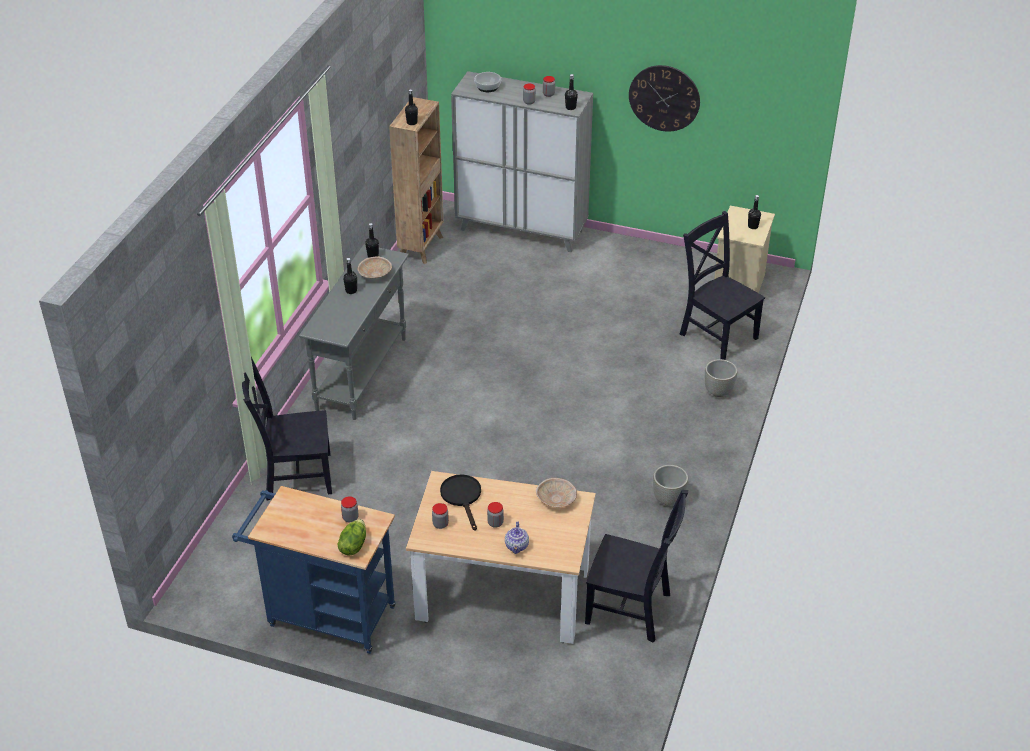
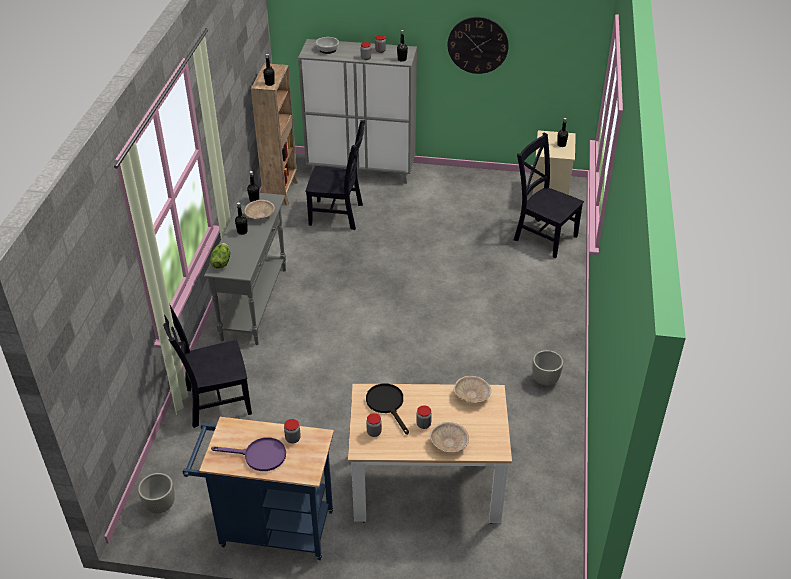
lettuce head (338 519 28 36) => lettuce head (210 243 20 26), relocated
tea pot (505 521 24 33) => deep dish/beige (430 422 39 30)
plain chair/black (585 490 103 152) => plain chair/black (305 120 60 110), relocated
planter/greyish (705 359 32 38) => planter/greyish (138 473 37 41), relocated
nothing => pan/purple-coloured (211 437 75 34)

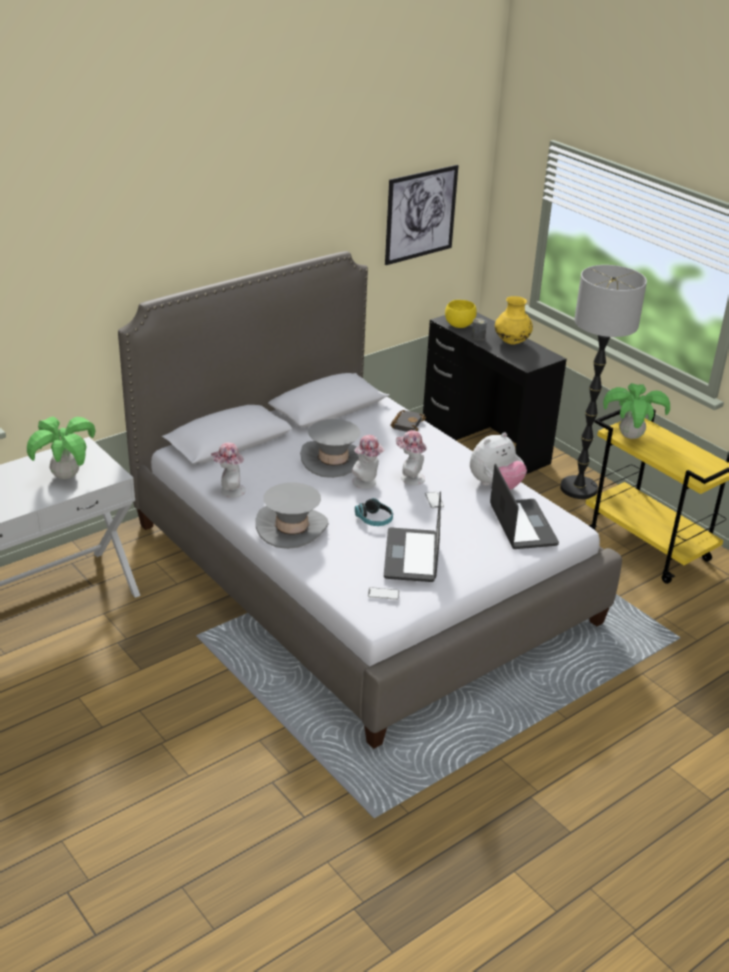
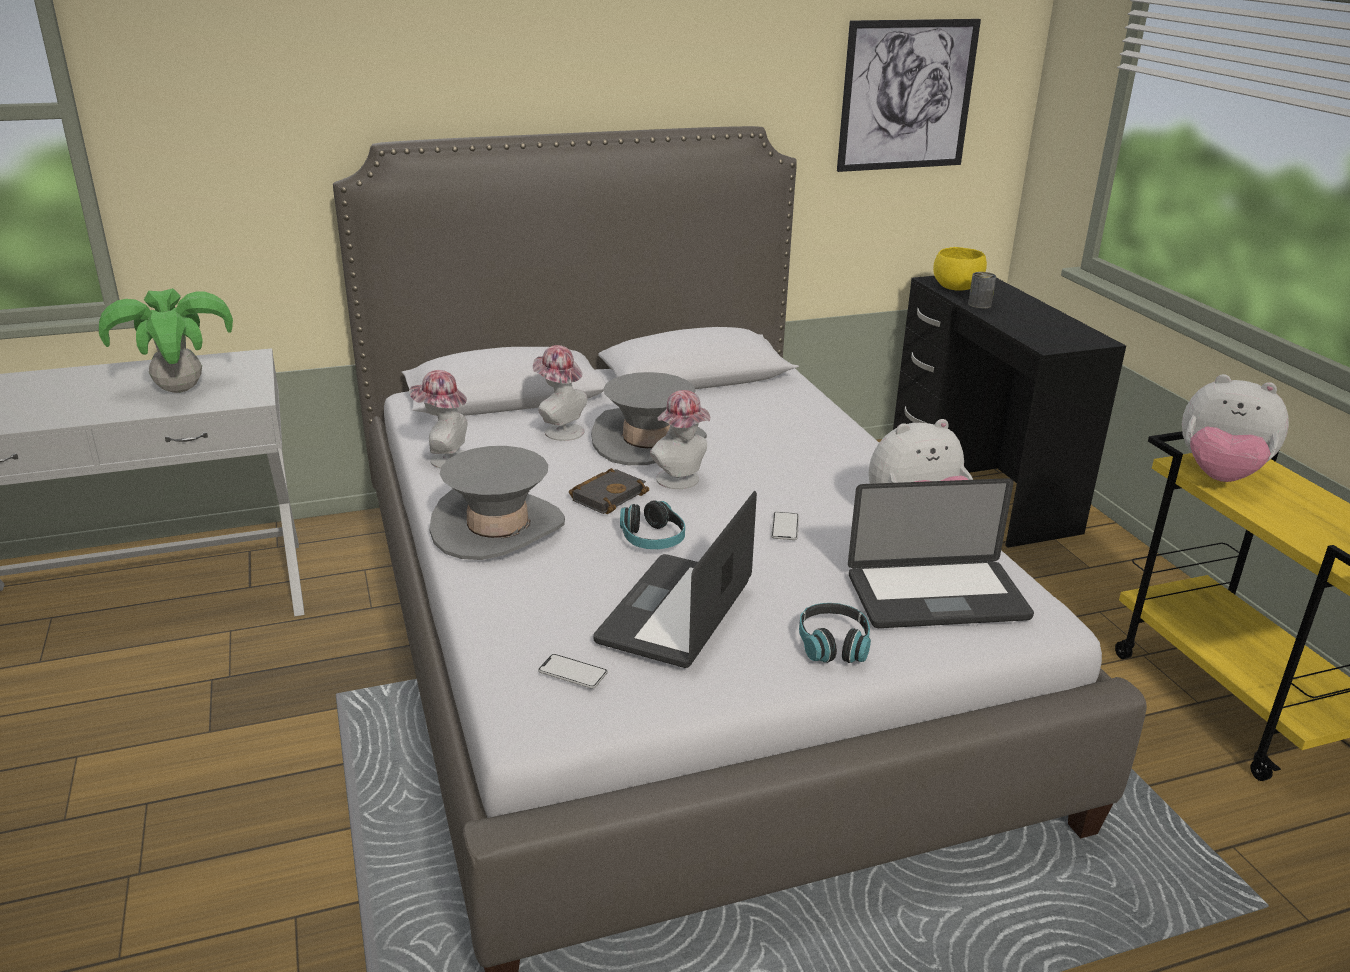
book/black (390 410 36 22) => book/black (569 468 80 46), relocated
clothing hat (396 430 31 55) => clothing hat (533 345 55 96), relocated
portable computer (490 463 69 86) => portable computer (848 478 186 150), 75 degrees clockwise
vase/yellow (495 296 38 49) => nothing
floor lamp (560 265 87 234) => nothing
houseplant (603 383 67 56) => plush toy (1182 374 107 108)
nothing => headset (799 603 72 60)

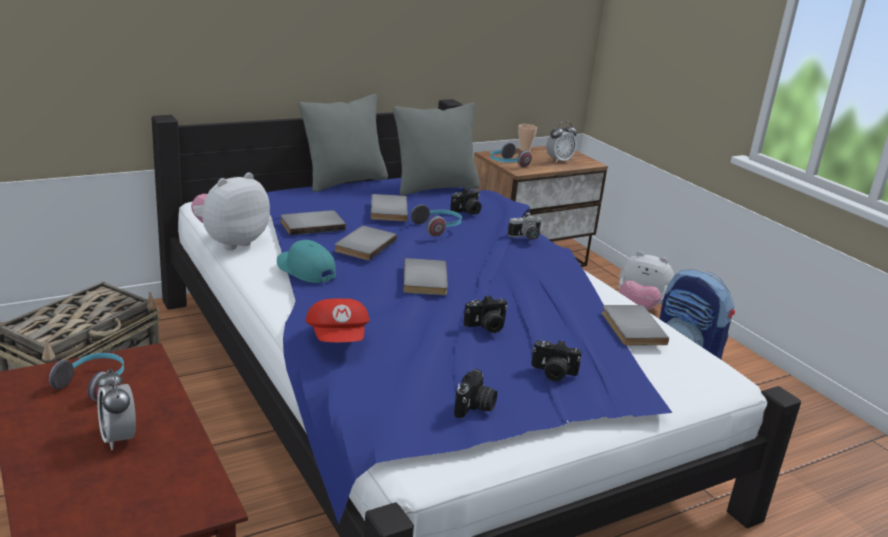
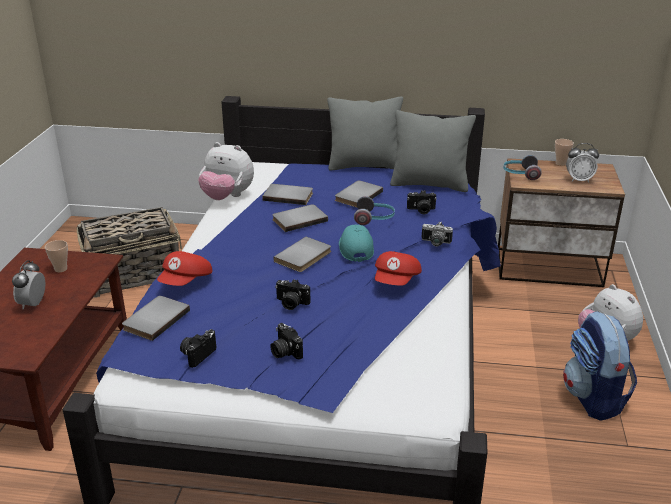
headset (49 353 75 48) => drinking cup (45 240 23 32)
plush toy (191 173 79 77) => plush toy (198 142 56 58), 150 degrees counterclockwise
cap/blue-green (277 240 59 43) => cap/blue-green (339 225 35 37), relocated
still camera (454 369 43 49) => still camera (180 329 36 39), 150 degrees clockwise
book/greyish (602 305 67 41) => book/greyish (122 296 68 45), relocated
nothing => cap/red (375 251 47 35)

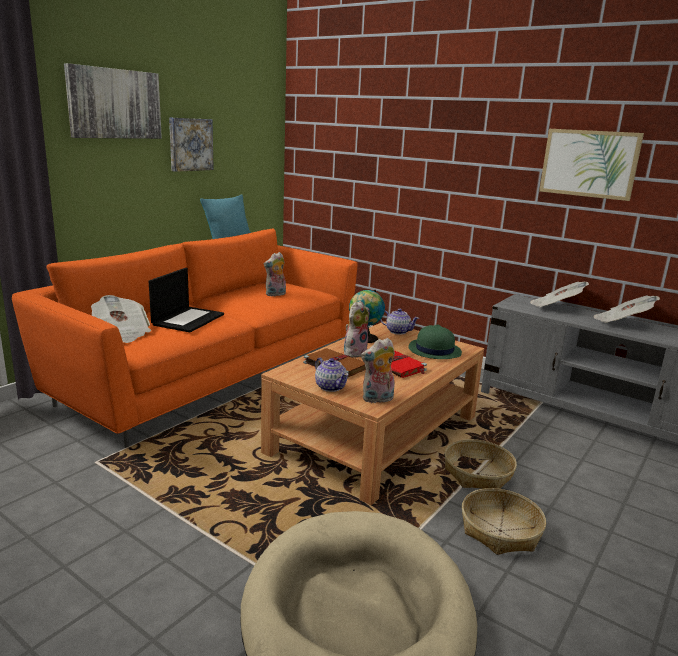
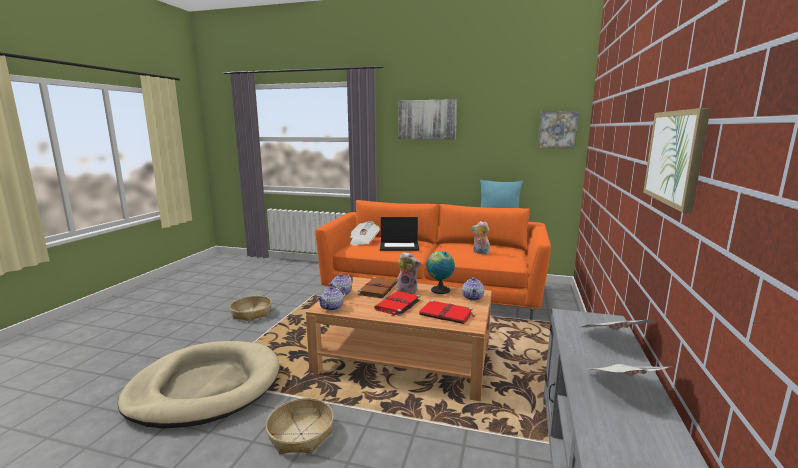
picture (169 117 45 55) => picture (538 111 41 38), relocated
plush toy (361 338 34 65) => tea pot (317 286 29 25)
clothing hat/green (408 324 54 35) => book/red (419 300 55 24)
household basket (445 439 72 50) => household basket (229 296 43 26), relocated

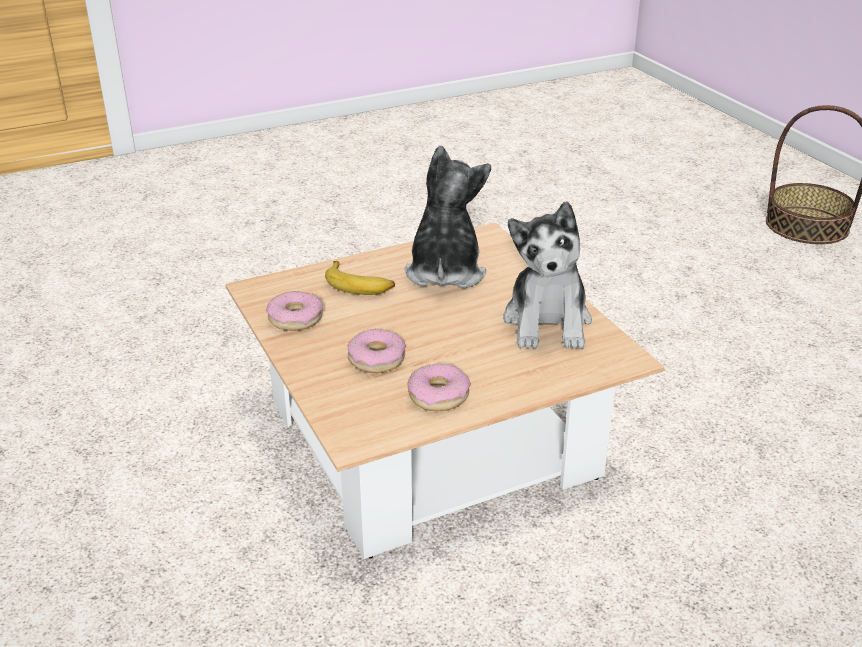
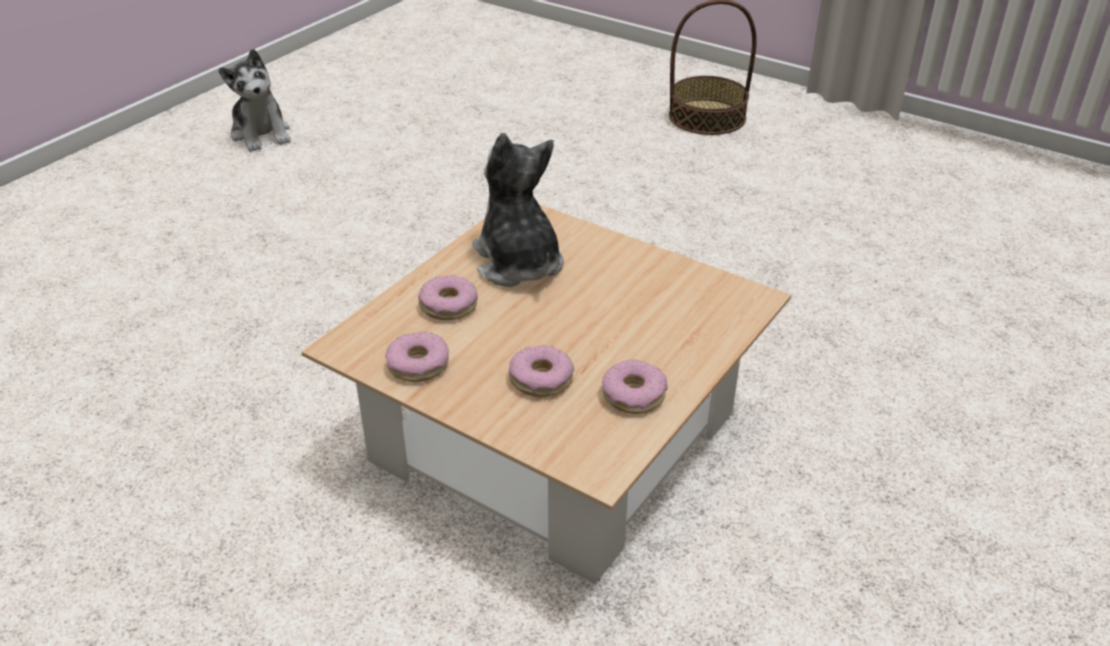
banana (325 261 70 34) => donut (418 275 60 45)
plush toy (503 201 89 148) => plush toy (218 49 73 103), relocated

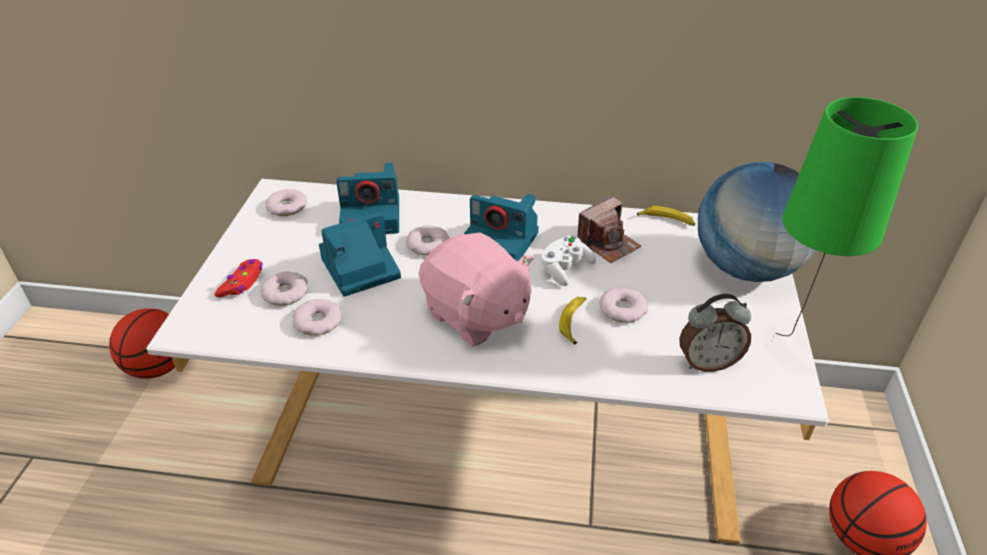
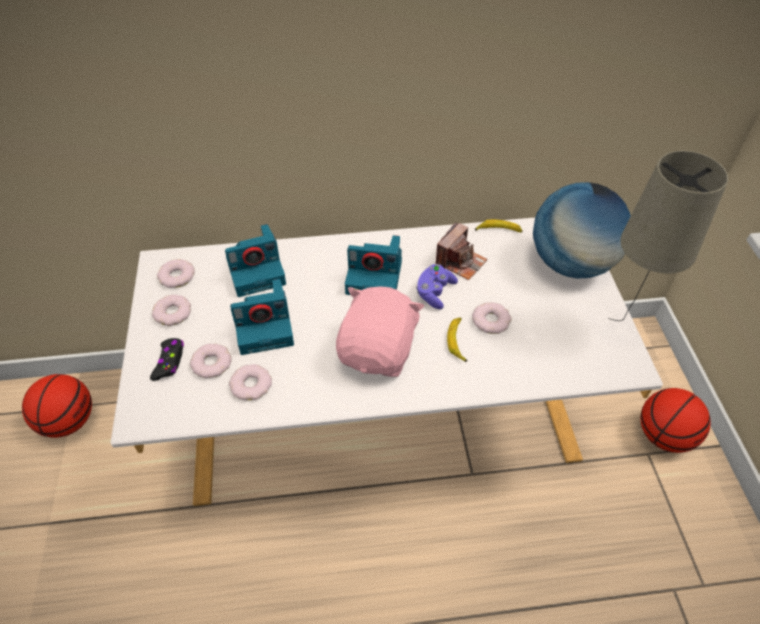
joypad/red (214 259 49 39) => joypad/black (150 338 34 43)
still camera (319 212 82 85) => still camera (230 279 64 76), 150 degrees counterclockwise
donut (406 225 43 31) => donut (152 295 39 31), relocated
plush toy/pink-coloured (419 232 115 114) => plush toy/pink-coloured (336 286 88 91), 105 degrees counterclockwise
joypad/white (541 236 55 50) => joypad/purple-coloured (416 264 42 45)
table clock (679 294 72 78) => nothing
lamp for a table/green (776 97 142 239) => lamp for a table/beige (608 151 120 170)

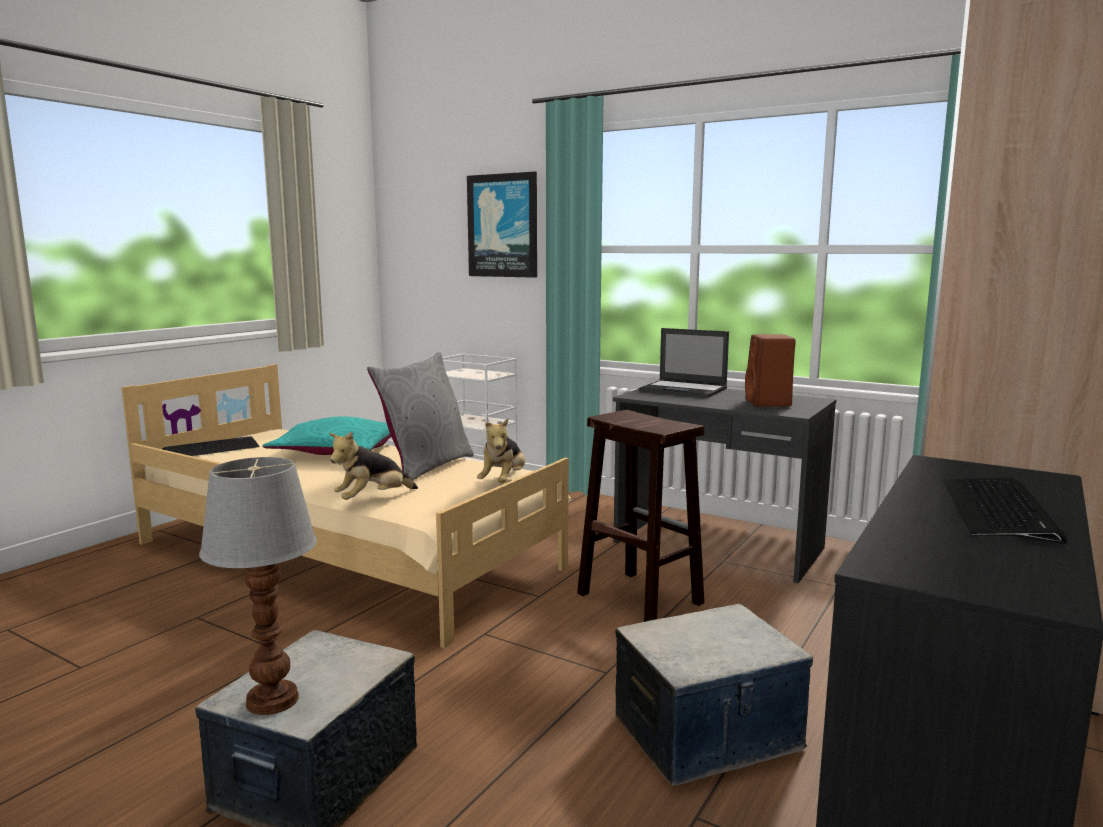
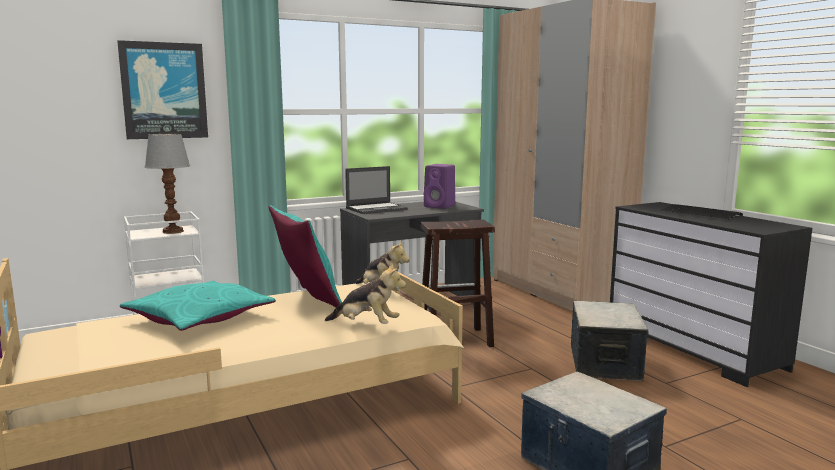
keyboard (162 436 97 20) => nothing
lamp for a table (199 457 118 258) => lamp for a table (144 134 46 100), relocated
plush toy (329 431 89 69) => plush toy (325 262 81 62), 60 degrees counterclockwise
throw pillow/greyish (367 352 107 129) => throw pillow/blue-green (268 205 74 102)
speaker/brownish (745 334 51 73) => speaker/purple-coloured (424 164 31 45)

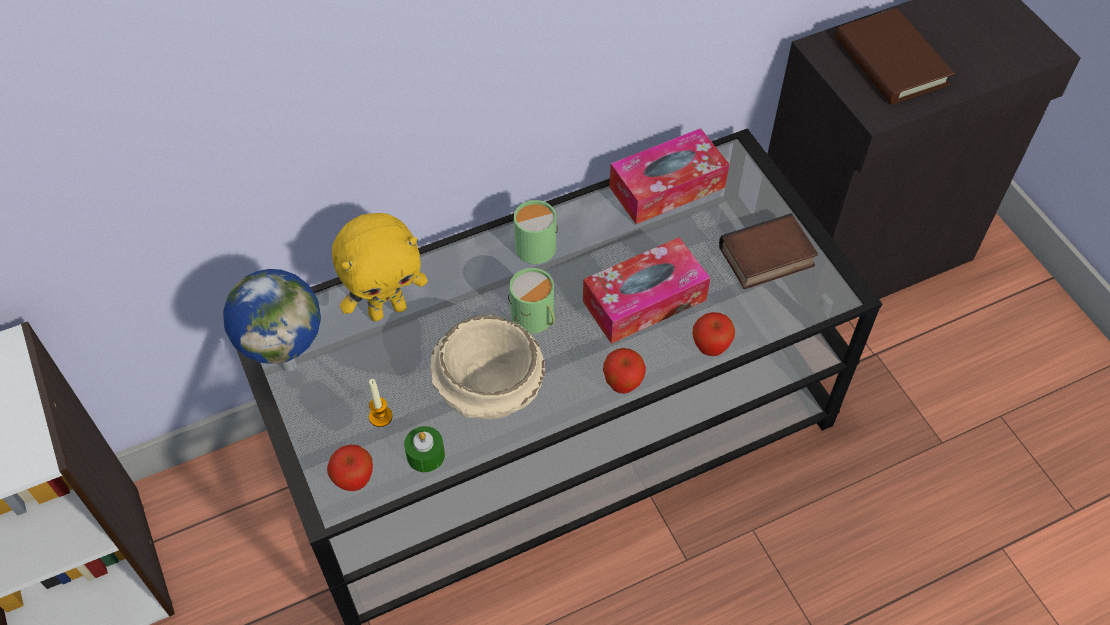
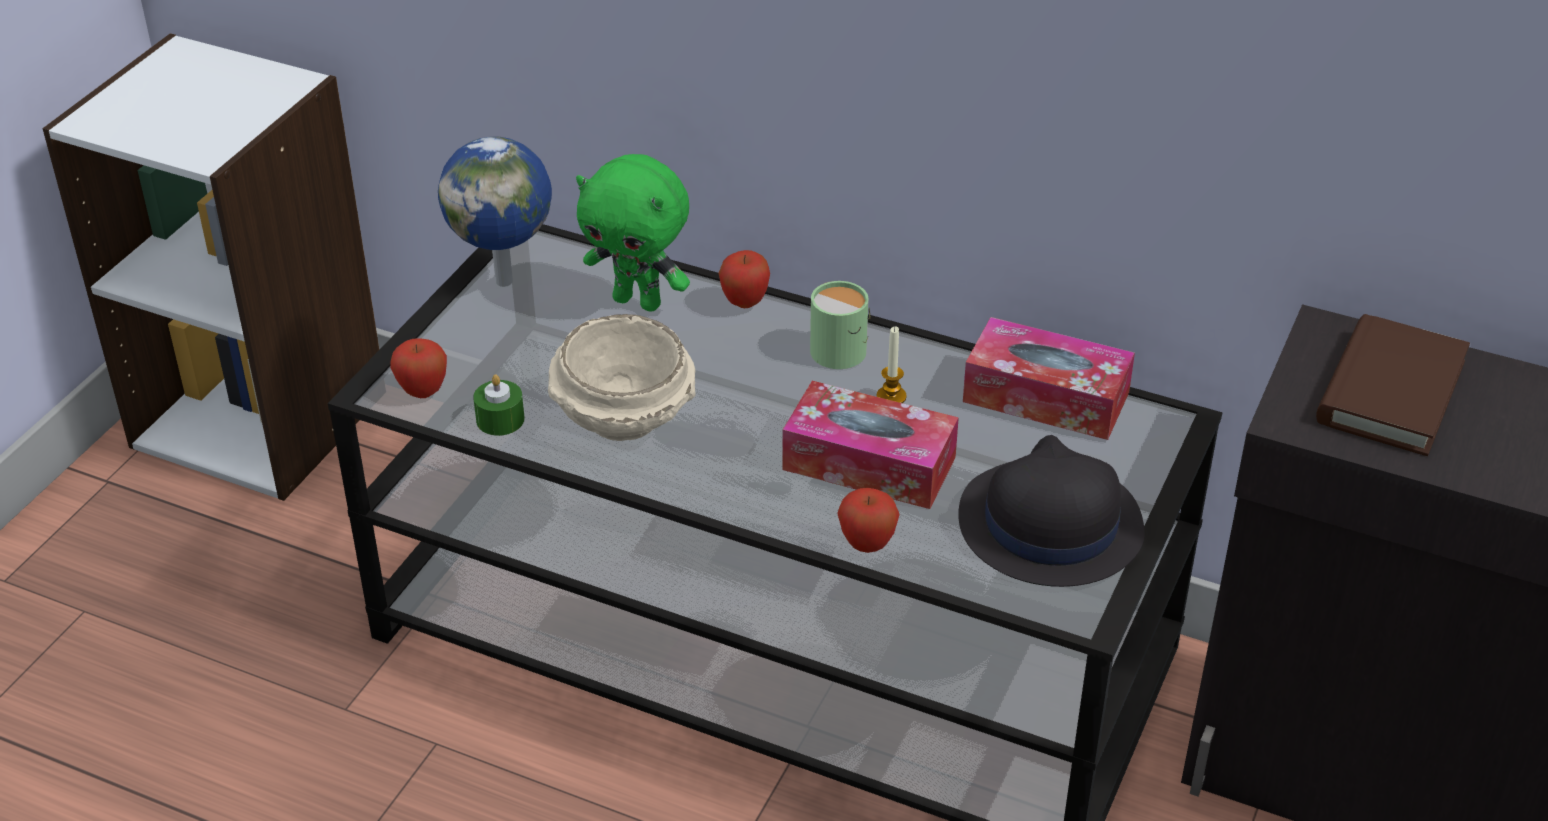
plush toy/yellow (332 213 96 108) => plush toy/green (576 154 114 158)
wax candle (369 379 24 48) => wax candle (877 327 30 76), relocated
mug/green (508 268 47 65) => nothing
whole apple (603 348 43 46) => whole apple (719 250 51 58), relocated
book (719 213 99 76) => clothing hat/black (958 435 186 152)

